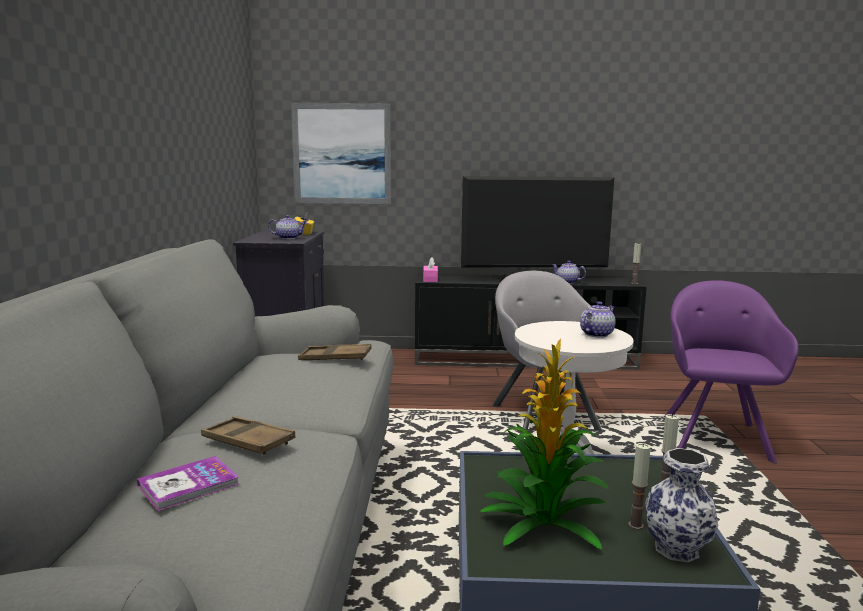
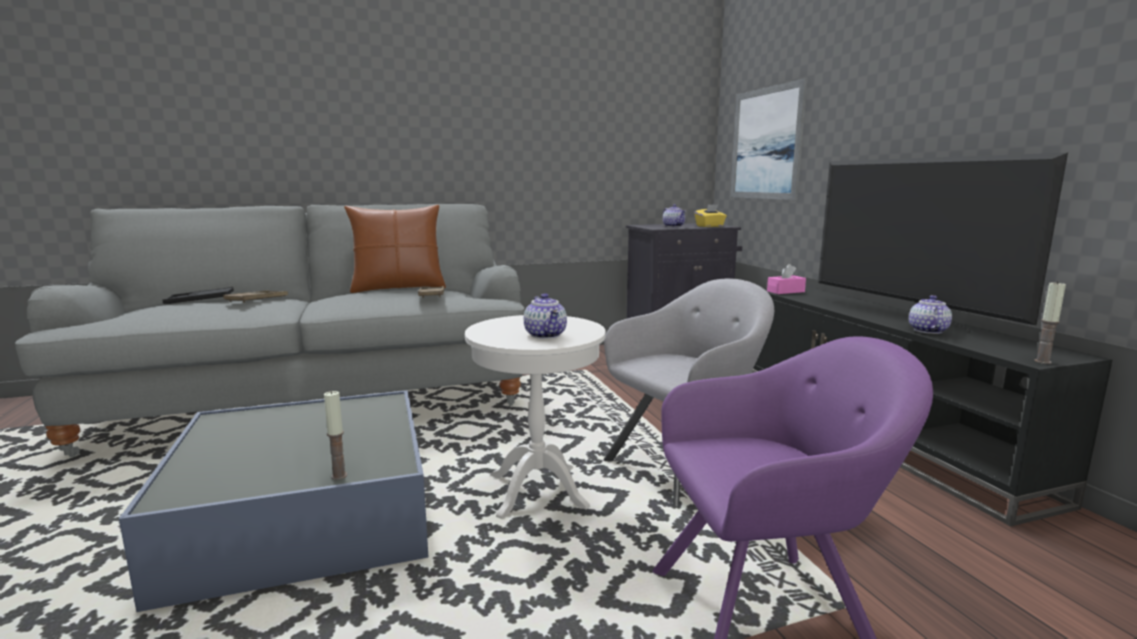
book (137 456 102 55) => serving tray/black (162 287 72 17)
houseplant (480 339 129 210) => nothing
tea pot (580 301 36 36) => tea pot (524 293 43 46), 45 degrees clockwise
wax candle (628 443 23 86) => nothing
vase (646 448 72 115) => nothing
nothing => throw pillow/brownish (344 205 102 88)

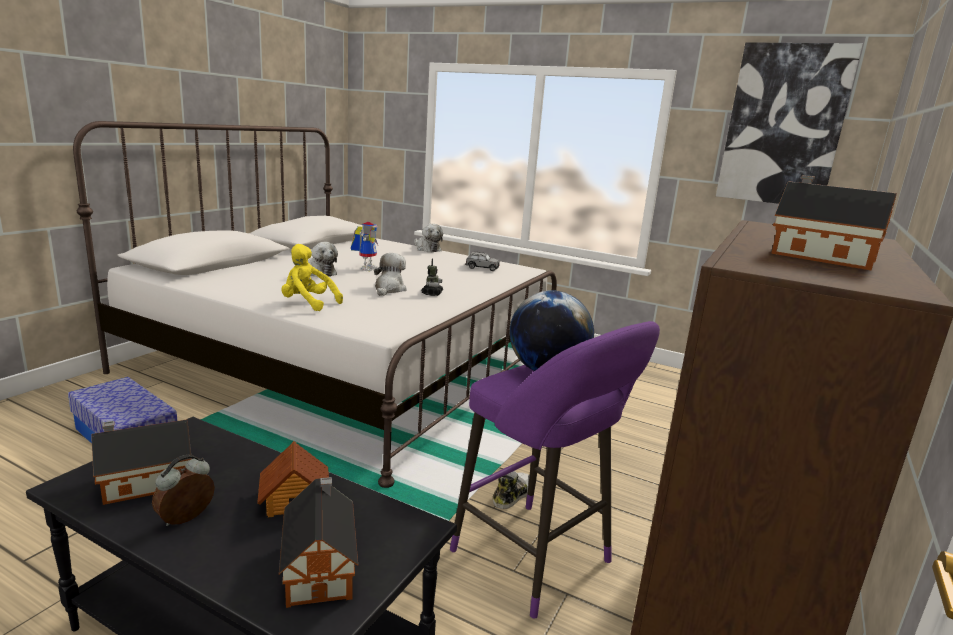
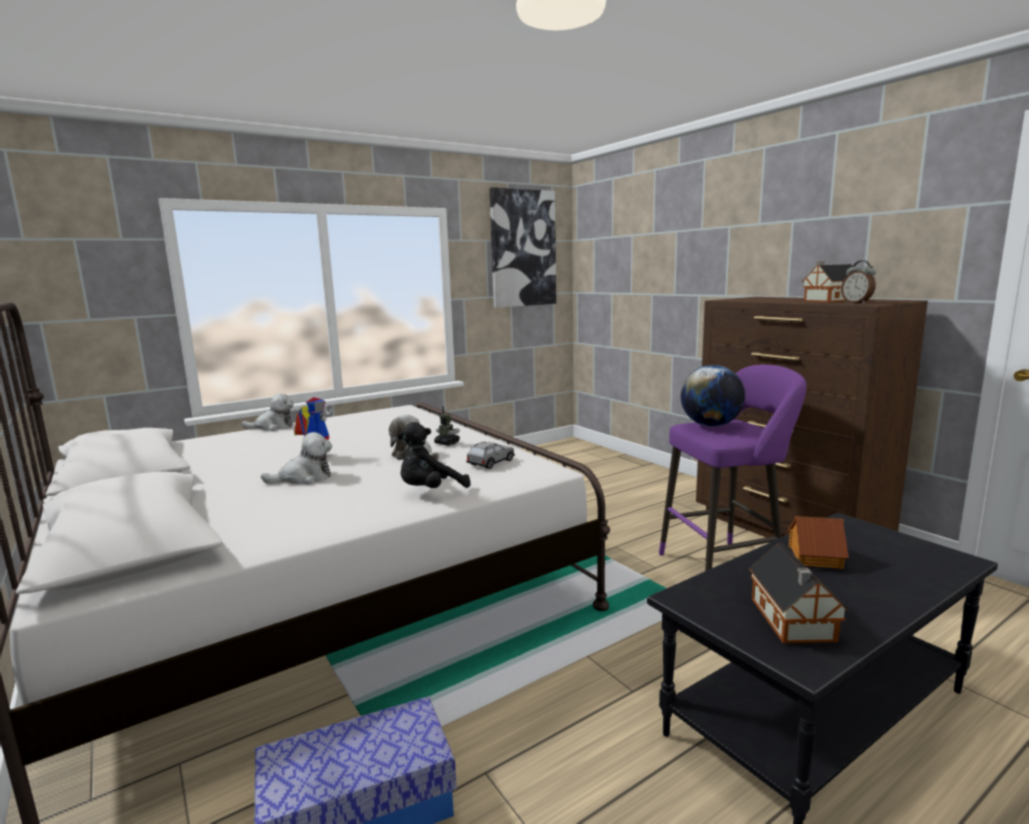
table clock (152 455 63 71) => table clock (841 260 35 44), relocated
model house (279 477 79 131) => nothing
plush toy/yellow (281 244 62 67) => plush toy/black (398 422 73 66)
miniature car/greyish (465 252 35 19) => miniature car/greyish (466 442 49 27), relocated
item of footwear (493 471 37 38) => nothing

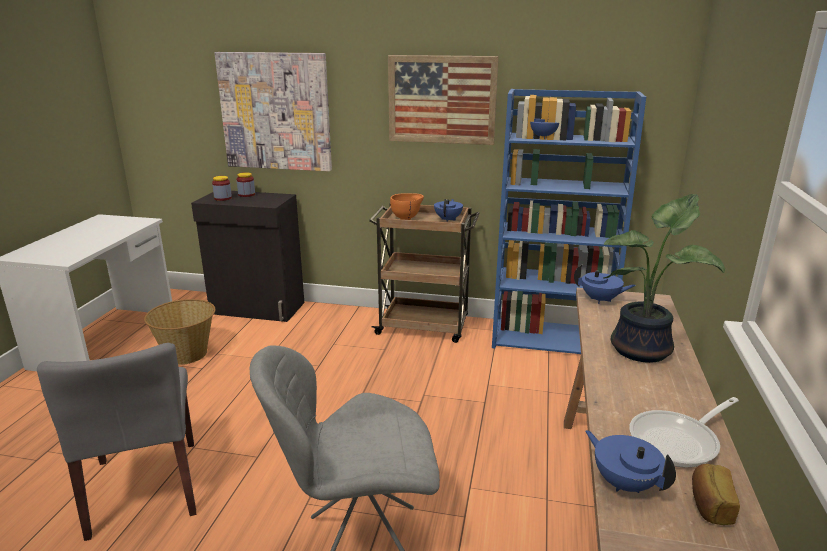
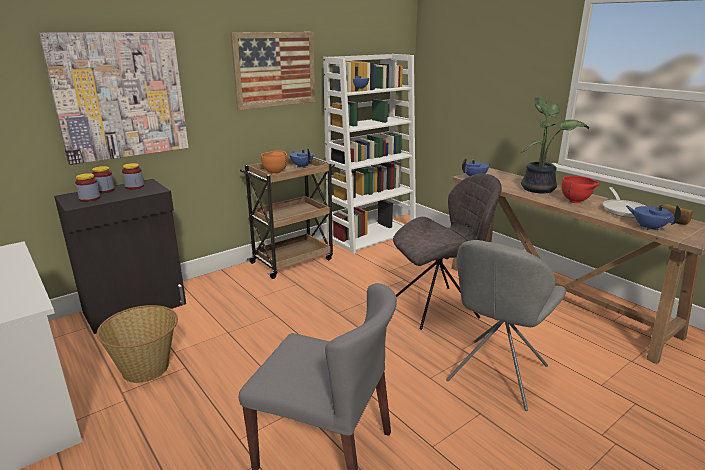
bookshelf/blue (492 89 154 265) => bookshelf/white (323 54 93 200)
tea pot/blue (585 430 91 63) => tea pot/blue (626 205 55 25), 45 degrees clockwise
nothing => preserve jar (122 163 22 27)
nothing => plain chair/greyish (393 173 109 157)
nothing => deep dish/red (562 176 38 27)

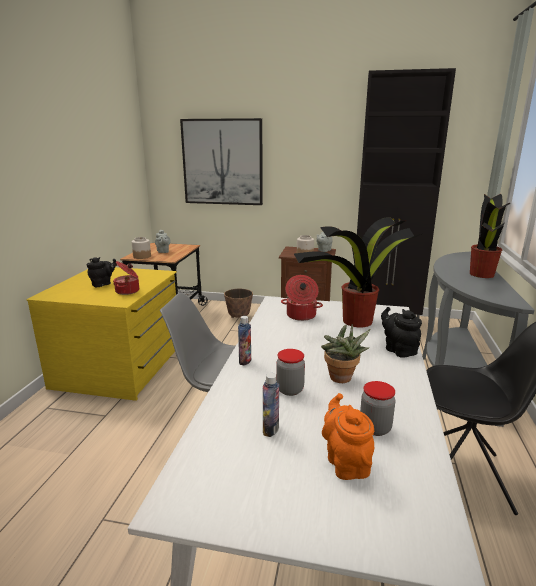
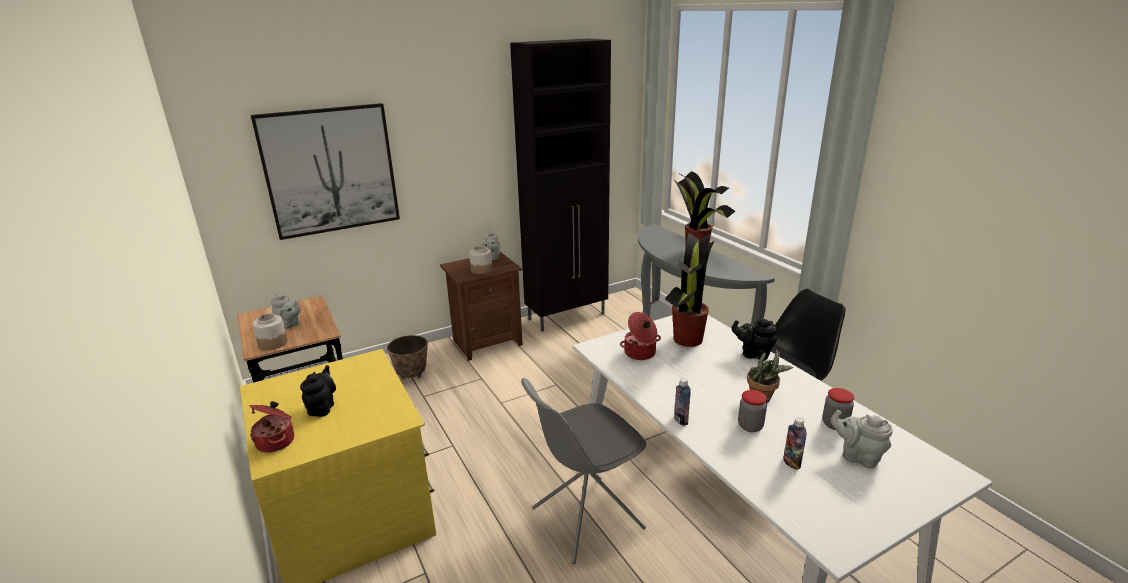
stockpot (113 261 26 34) => stockpot (249 401 45 52), relocated
tea pot/orange (322 393 52 87) => tea pot/greyish (831 410 62 58)

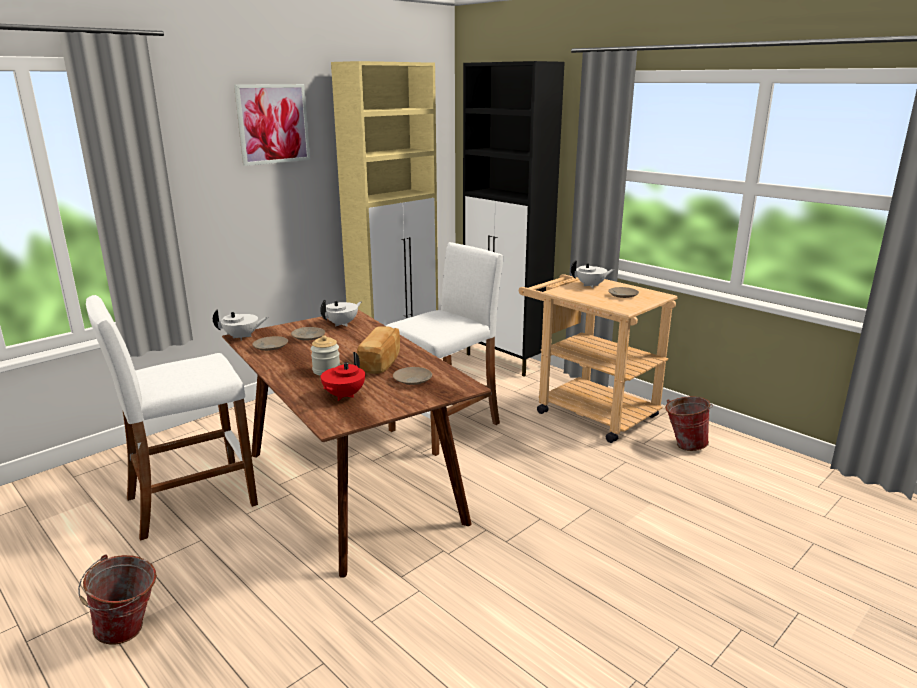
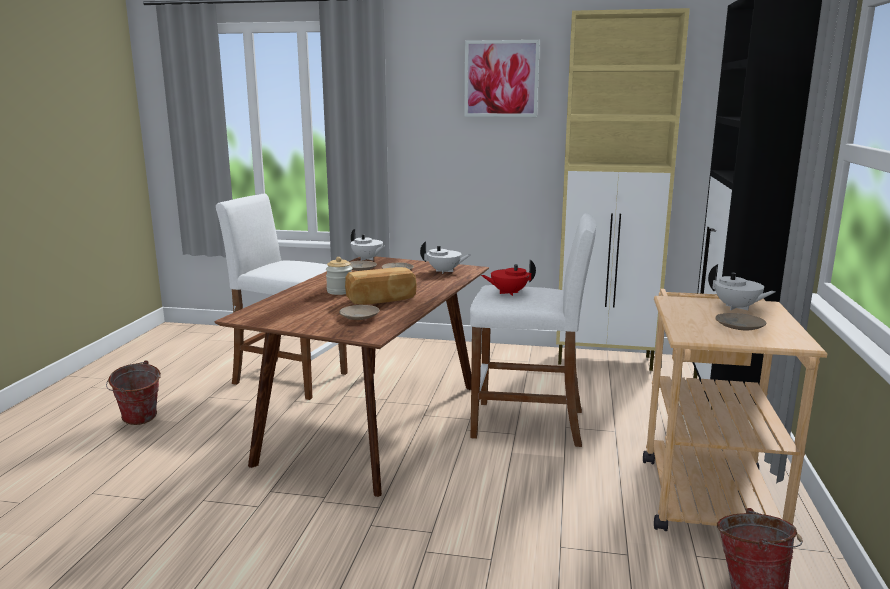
tea pot/red (321 352 44 49) => tea pot/red (481 260 55 36), relocated

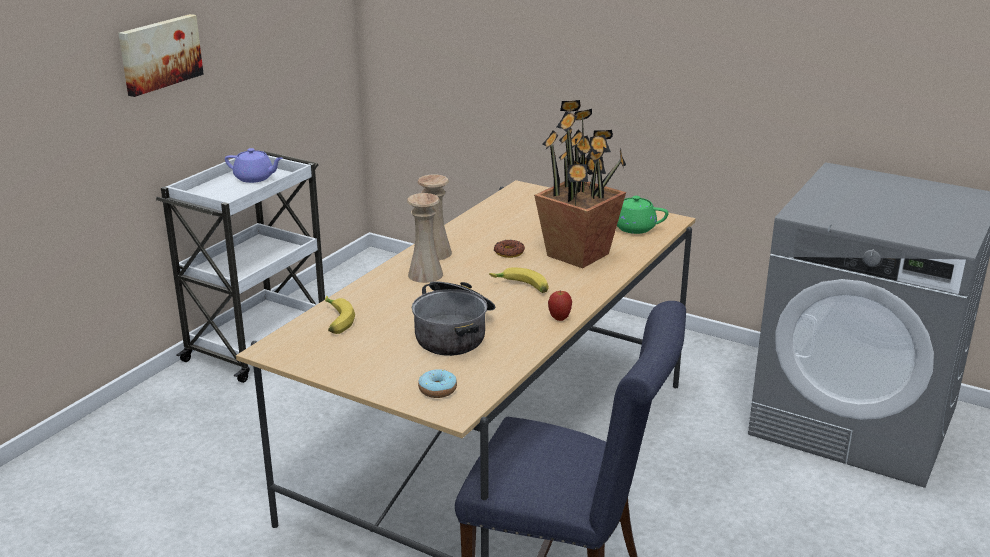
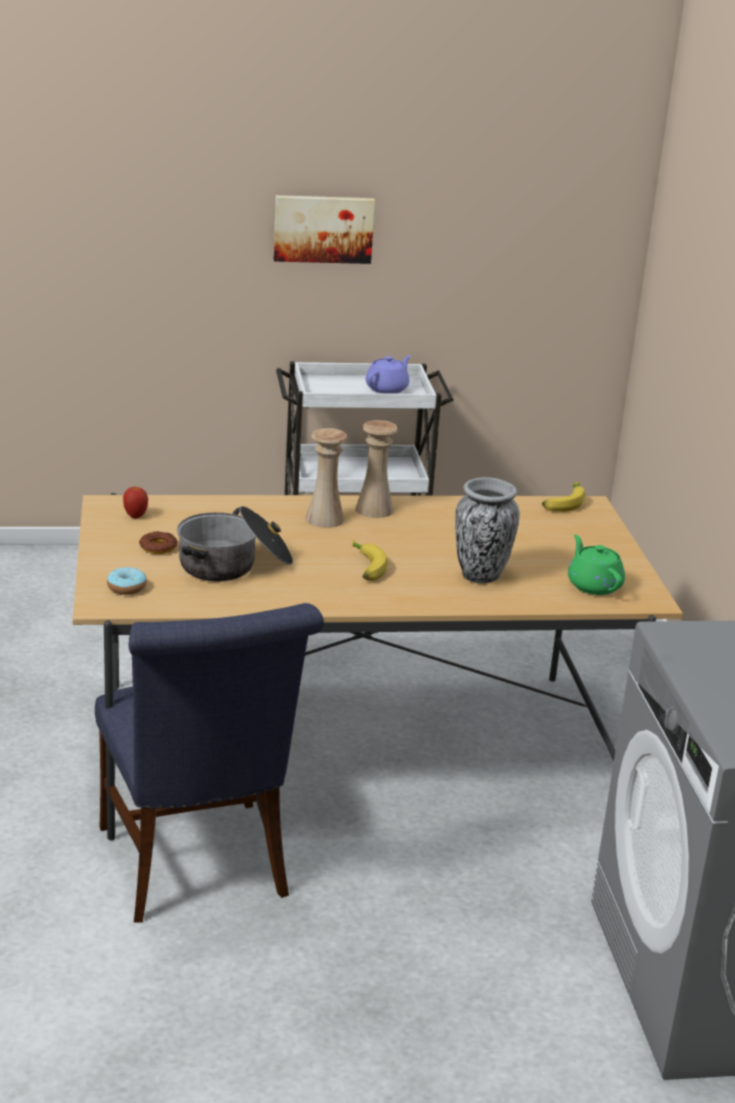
tea pot/purple-coloured (225 148 58 35) => tea pot/purple-coloured (366 355 45 39), 120 degrees counterclockwise
banana (325 296 30 38) => banana (542 482 44 30), relocated
donut (494 239 31 19) => donut (139 531 39 23), relocated
houseplant (534 100 92 168) => vase (455 477 65 107)
whole apple (548 291 24 30) => whole apple (123 486 25 32), relocated

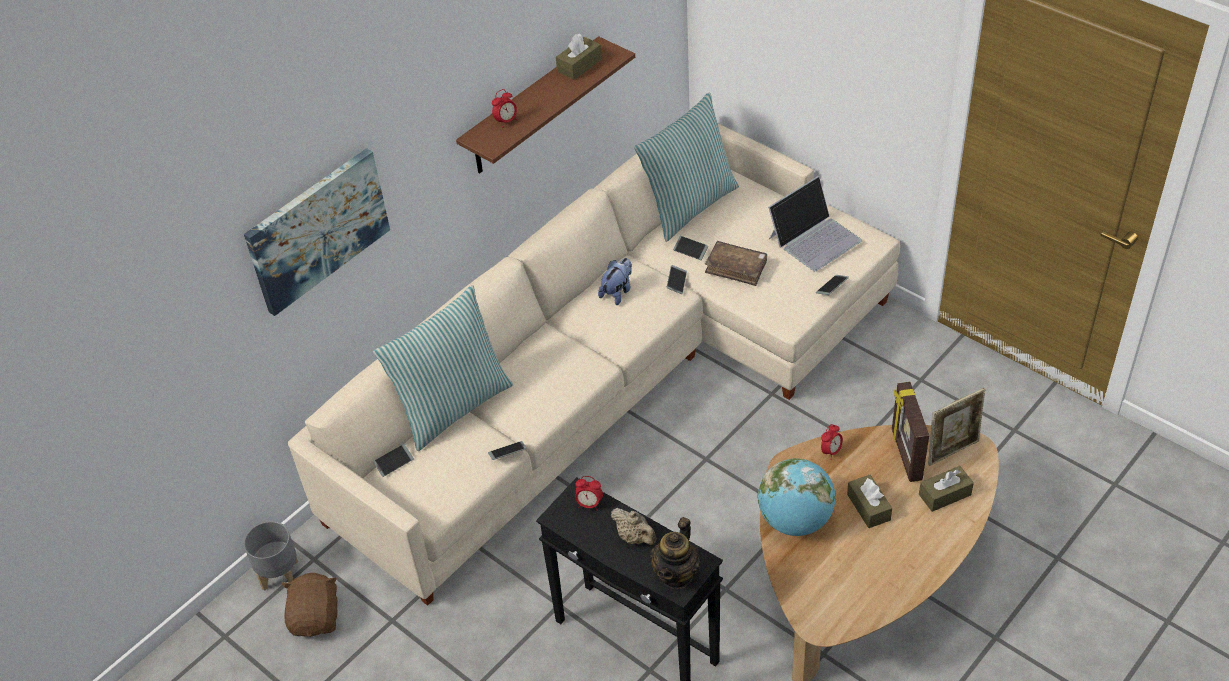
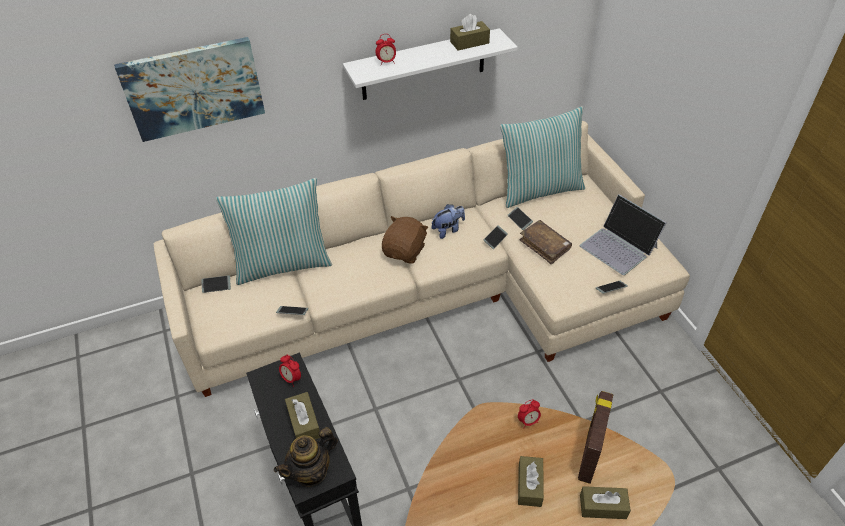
planter/greyish (244 521 54 70) => nothing
plush toy/brownish (281 573 56 64) => plush toy/brownish (382 216 47 47), relocated
shelf/brownish (456 36 179 138) => shelf/white (343 28 175 72)
tea pot/beige (611 508 46 37) => box of tissues/brownish (285 392 36 47)
desk globe (758 458 78 78) => nothing
portable computer (768 176 94 95) => portable computer (580 194 86 81), 60 degrees clockwise
standing frame (928 388 58 78) => nothing

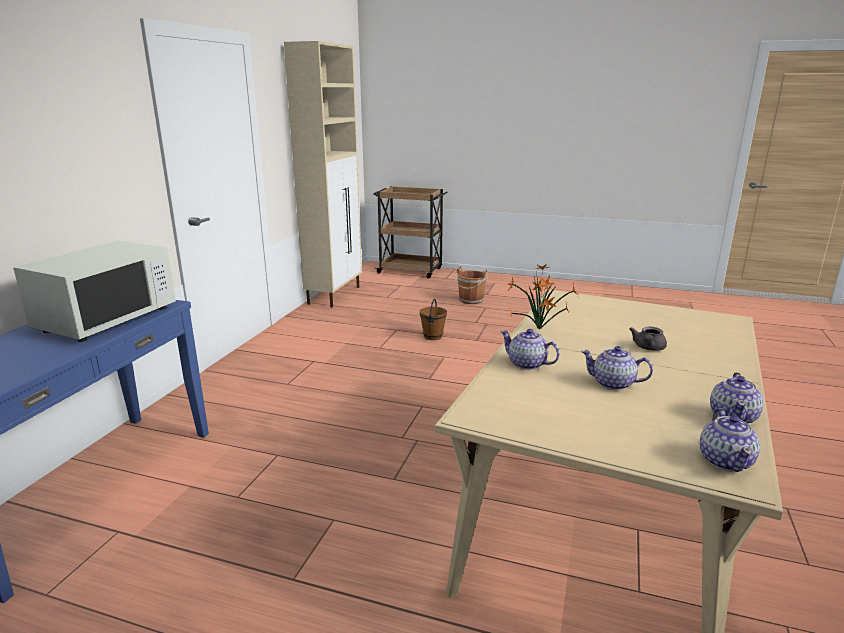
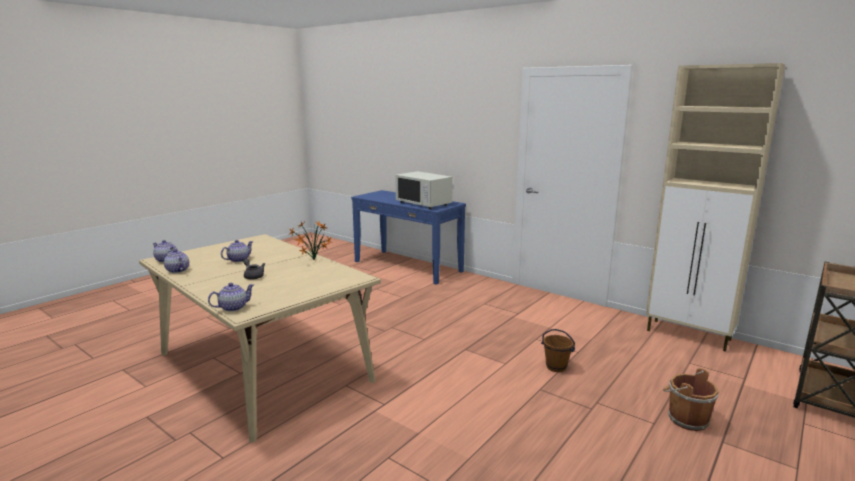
tea pot (500 329 60 41) => tea pot (208 283 46 29), relocated

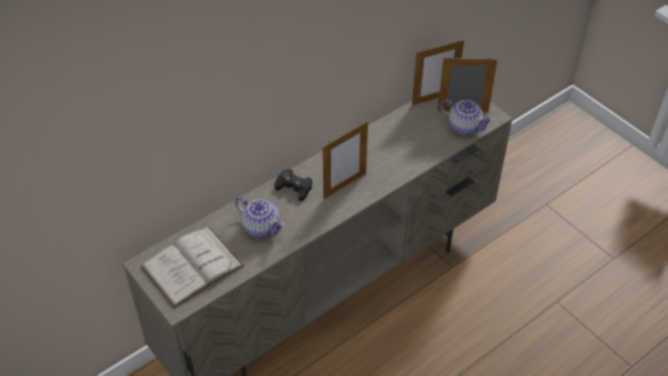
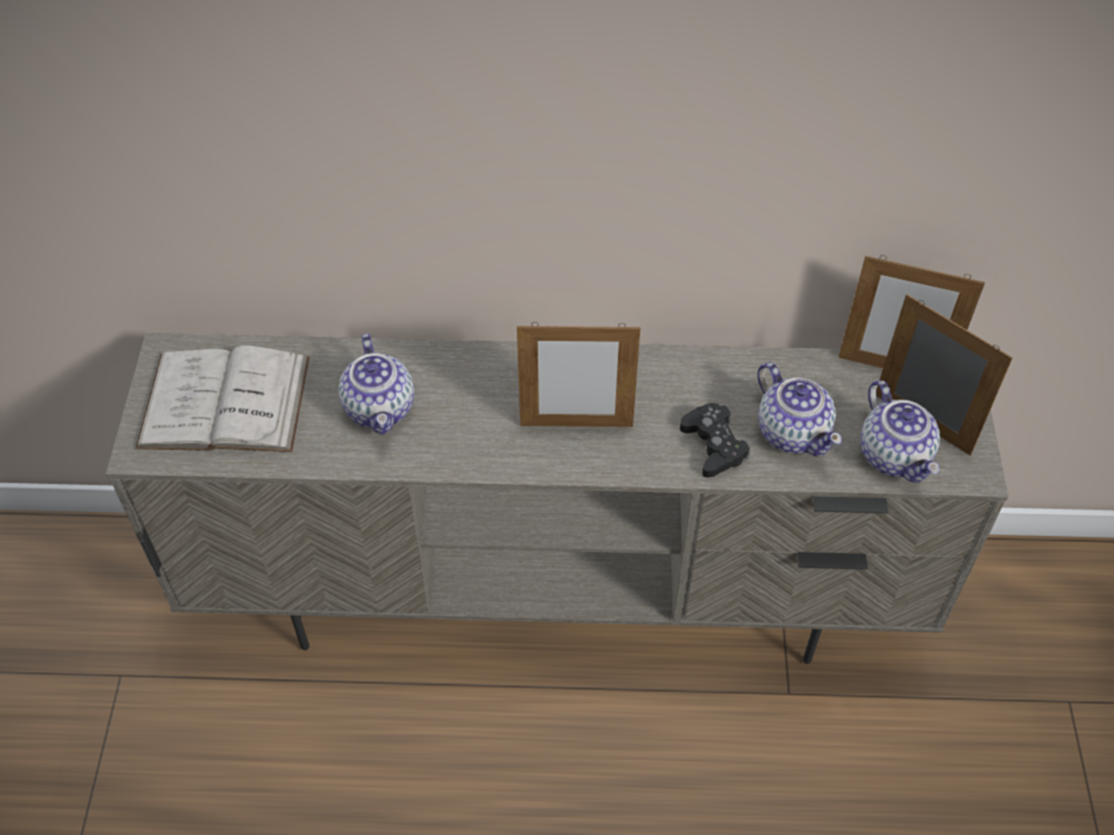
joypad/black (274 169 38 32) => joypad/black (680 403 70 75), relocated
nothing => tea pot (757 362 85 94)

